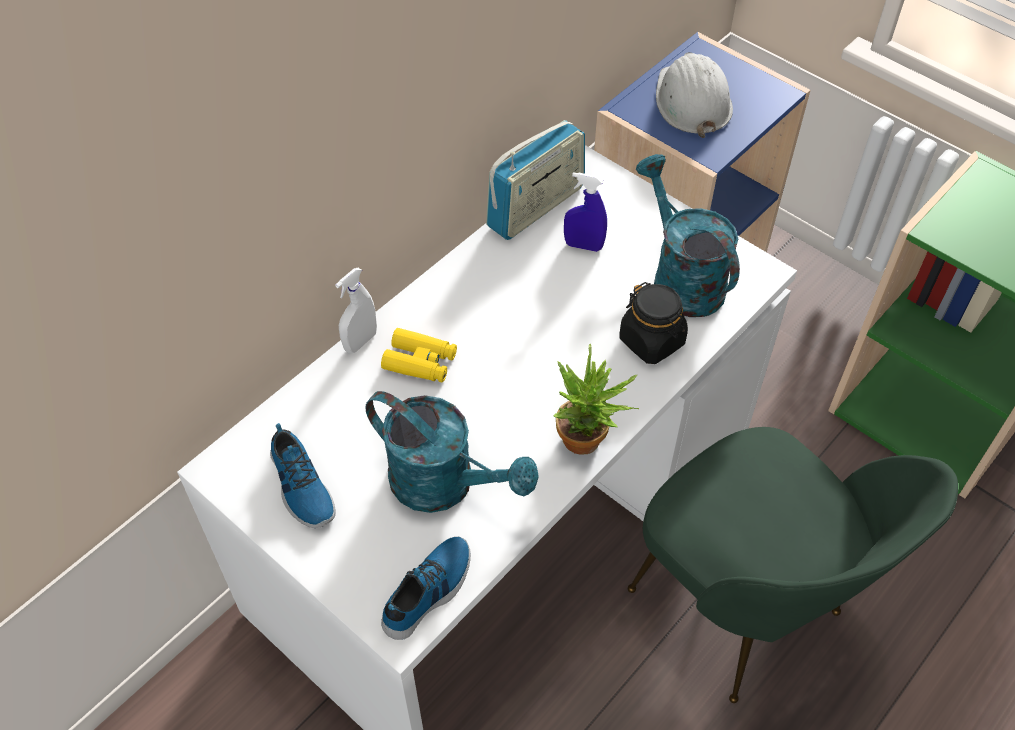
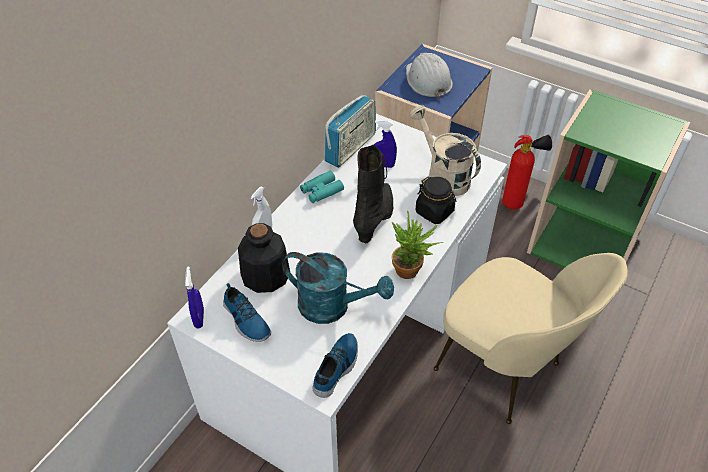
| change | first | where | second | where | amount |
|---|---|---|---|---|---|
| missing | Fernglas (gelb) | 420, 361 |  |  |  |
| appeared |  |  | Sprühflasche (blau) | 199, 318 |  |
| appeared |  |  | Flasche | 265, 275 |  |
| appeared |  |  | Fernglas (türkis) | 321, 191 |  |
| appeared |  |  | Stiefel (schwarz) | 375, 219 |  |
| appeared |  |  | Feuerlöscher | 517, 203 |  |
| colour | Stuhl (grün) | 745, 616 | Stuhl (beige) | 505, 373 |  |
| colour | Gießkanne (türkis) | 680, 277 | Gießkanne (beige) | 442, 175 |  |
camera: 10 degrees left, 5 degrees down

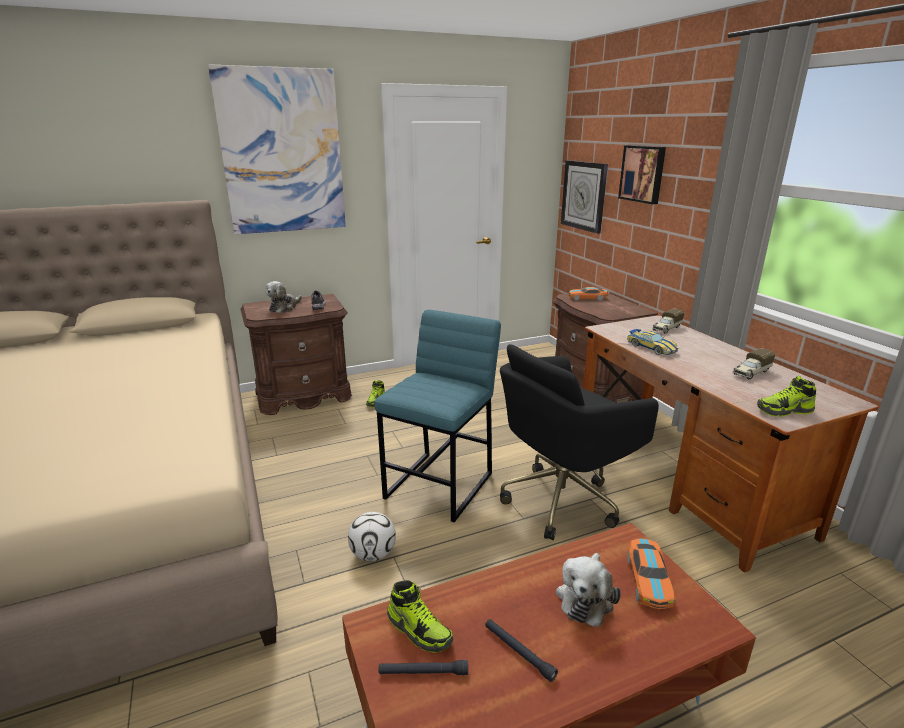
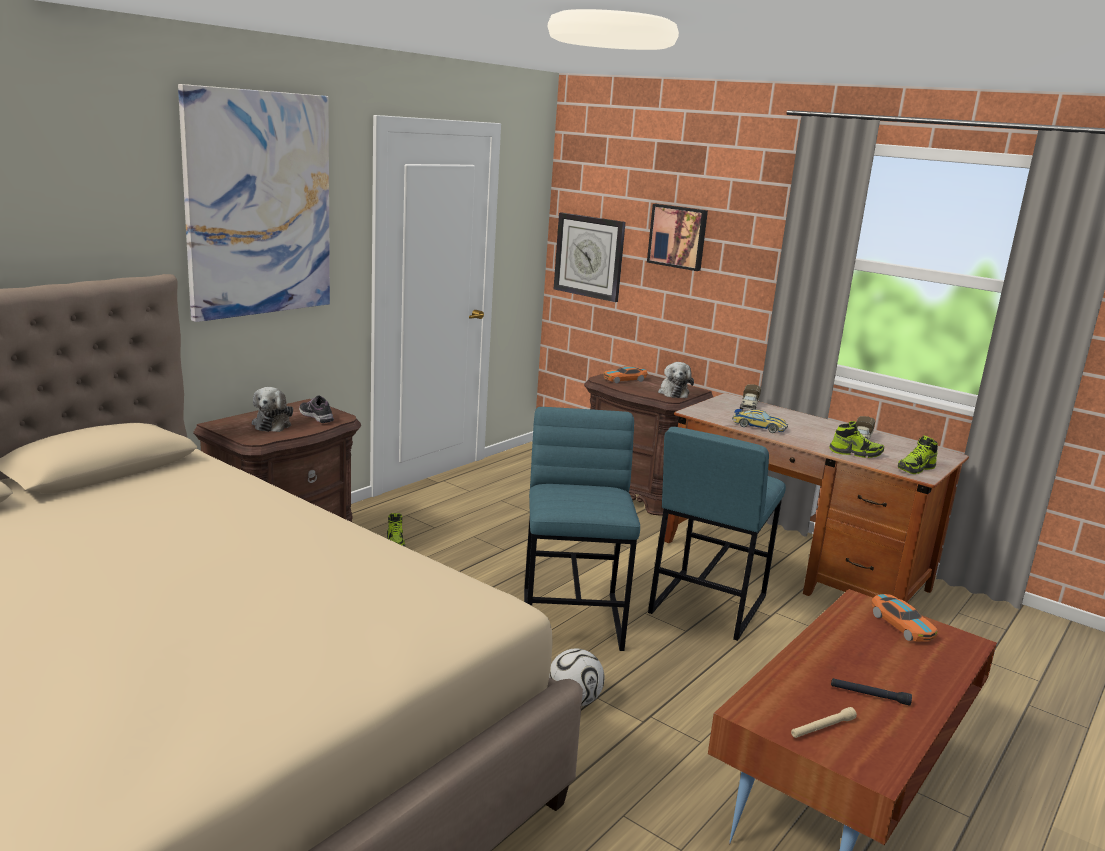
| change | first | where | second | where | amount |
|---|---|---|---|---|---|
| relocated | Schuh | 419, 630 |  | 855, 453 |  |
| relocated | Plüschtier | 585, 597 |  | 673, 392 |  |
| exchanged | Bürostuhl (schwarz) | 564, 500 | Hocker (blau) | 707, 606 |  |
| colour | Taschenlampe (schwarz) | 423, 672 | Taschenlampe (beige) | 822, 728 |  |
camera: 30 degrees left, 5 degrees down

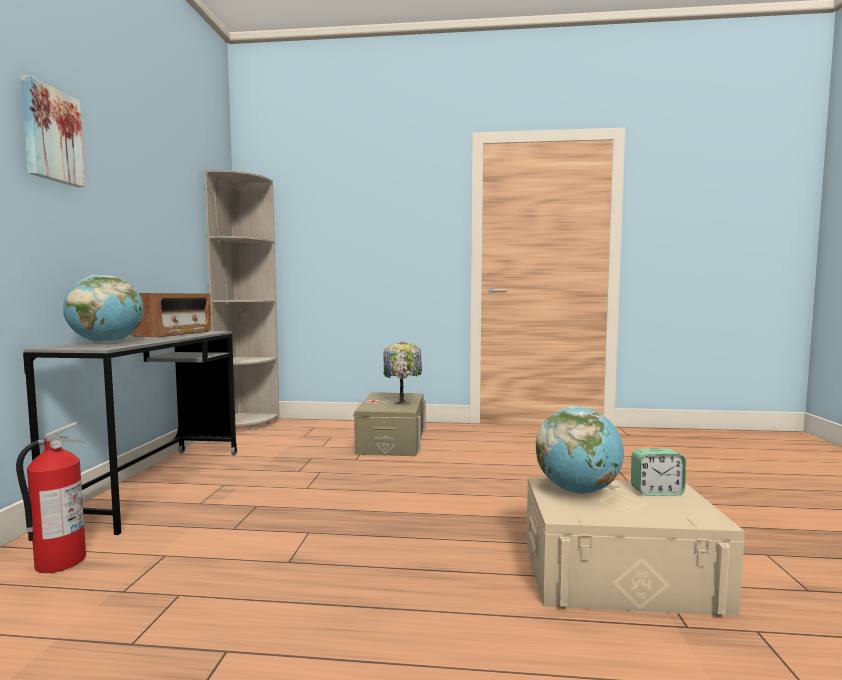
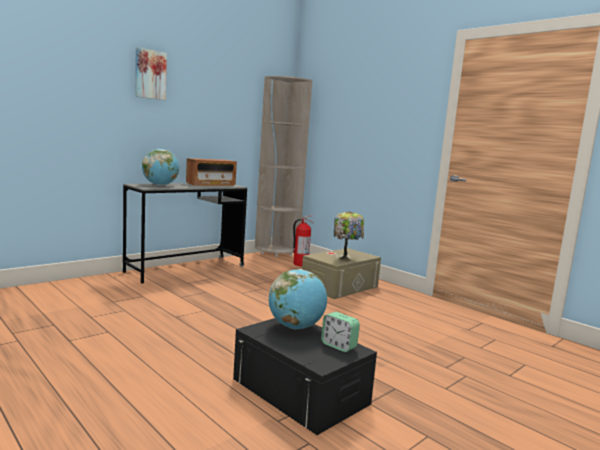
| change | first | where | second | where | amount |
|---|---|---|---|---|---|
| relocated | Feuerlöscher | 59, 562 |  | 300, 264 |  |
| colour | Aufbewahrungsbox (beige) | 619, 575 | Aufbewahrungsbox (schwarz) | 300, 391 |  |
camera: 40 degrees right, 5 degrees up

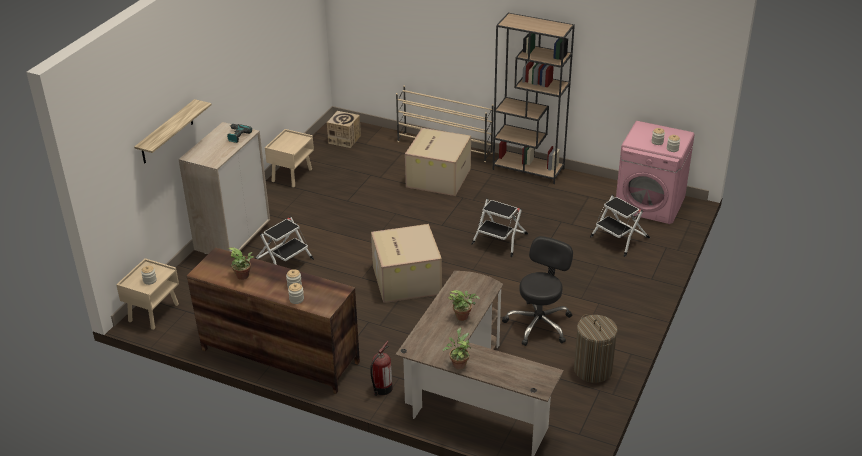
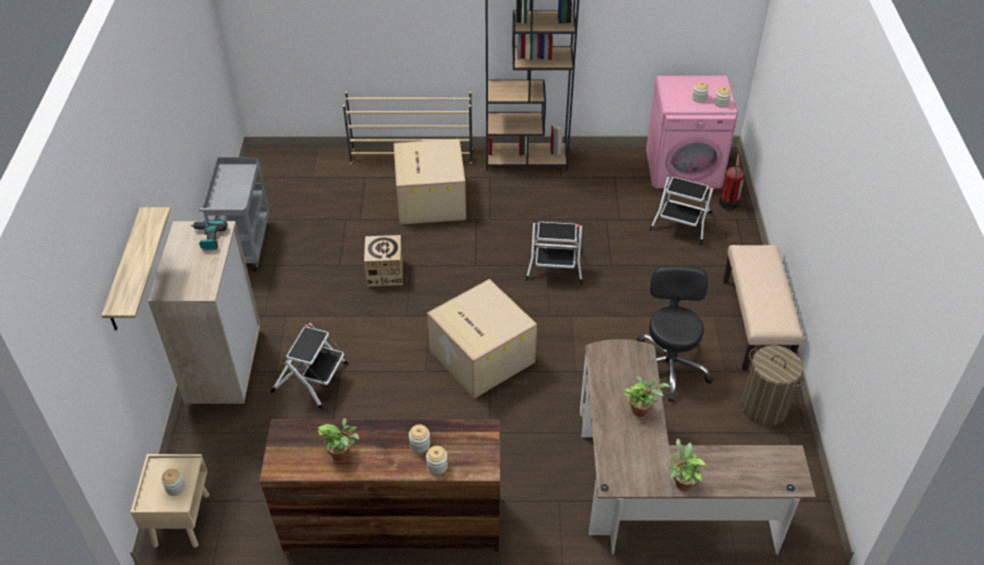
| change | first | where | second | where | amount |
|---|---|---|---|---|---|
| appeared |  |  | Bank (beige) | 756, 324 |  |
| relocated | Karton | 344, 139 |  | 385, 273 |  |
| relocated | Feuerlöscher | 382, 389 |  | 728, 204 |  |
| exchanged | Nachttisch (beige) | 292, 175 | Rollwagen (grau) | 245, 248 |  |
camera: 25 degrees left, 10 degrees up

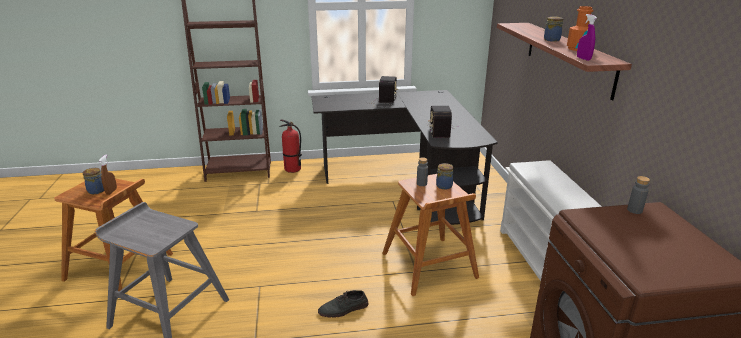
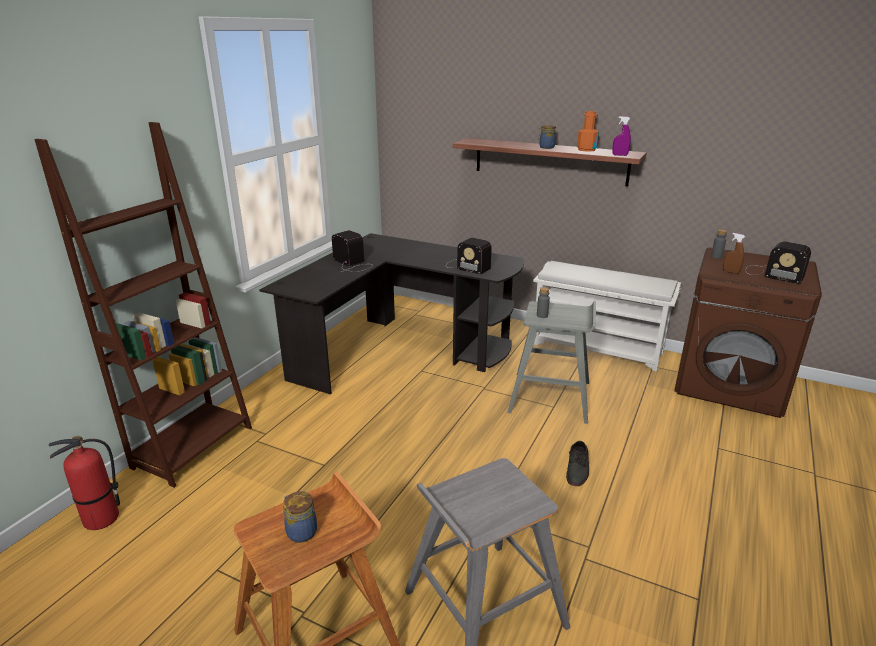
| change | first | where | second | where | amount |
|---|---|---|---|---|---|
| missing | Vorratsglas | 443, 185 |  |  |  |
| appeared |  |  | Radio | 771, 274 |  |
| relocated | Sprühflasche (braun) | 111, 191 |  | 730, 272 |  |
| relocated | Feuerlöscher | 292, 169 |  | 101, 519 |  |
| colour | Hocker (braun) | 429, 266 | Hocker (grau) | 551, 397 |  |
camera: 55 degrees left, 0 degrees up

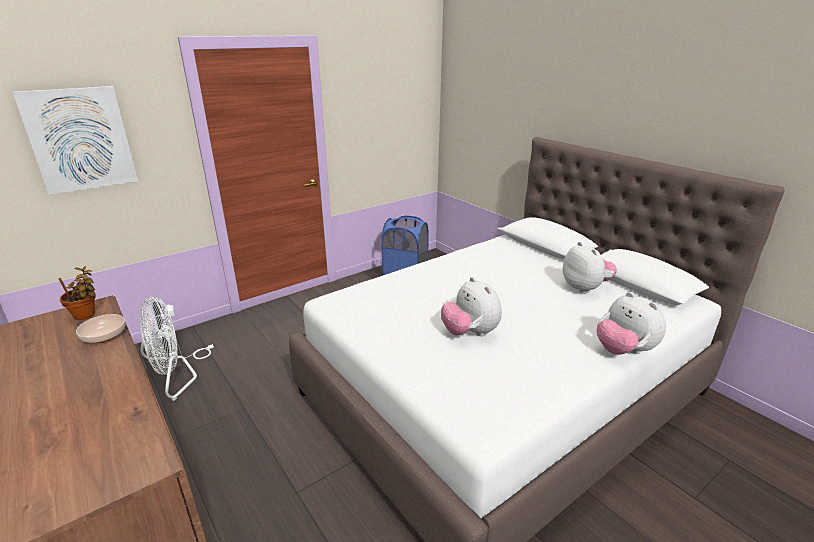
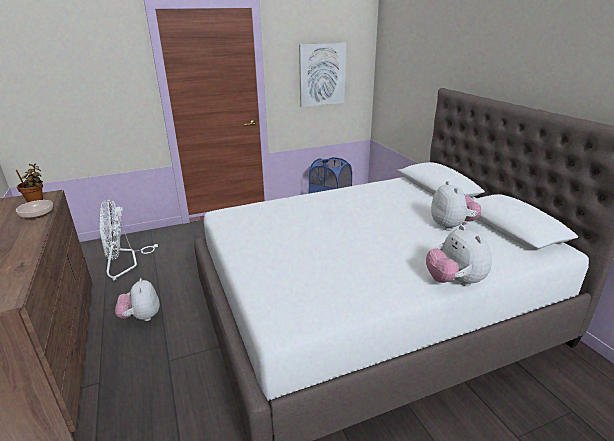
| change | first | where | second | where | amount |
|---|---|---|---|---|---|
| relocated | Bild | 80, 139 |  | 322, 74 |  |
| relocated | Plüschtier | 470, 333 |  | 141, 317 |  |
camera: 15 degrees right, 0 degrees up

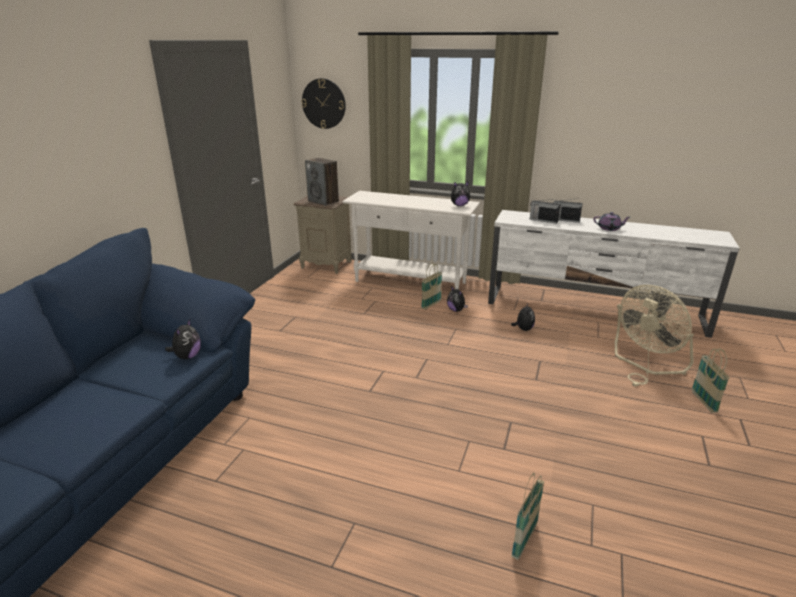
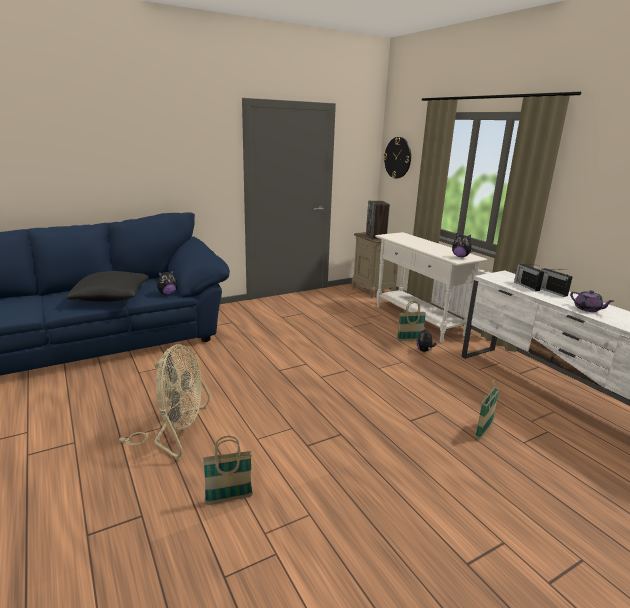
| change | first | where | second | where | amount |
|---|---|---|---|---|---|
| missing | Plüschtier | 523, 329 |  |  |  |
| appeared |  |  | Kissen (schwarz) | 111, 297 |  |
| relocated | Ventilator (beige) | 642, 363 |  | 174, 432 |  |
| relocated | Korb | 703, 402 |  | 484, 430 |  |
camera: 40 degrees right, 5 degrees down

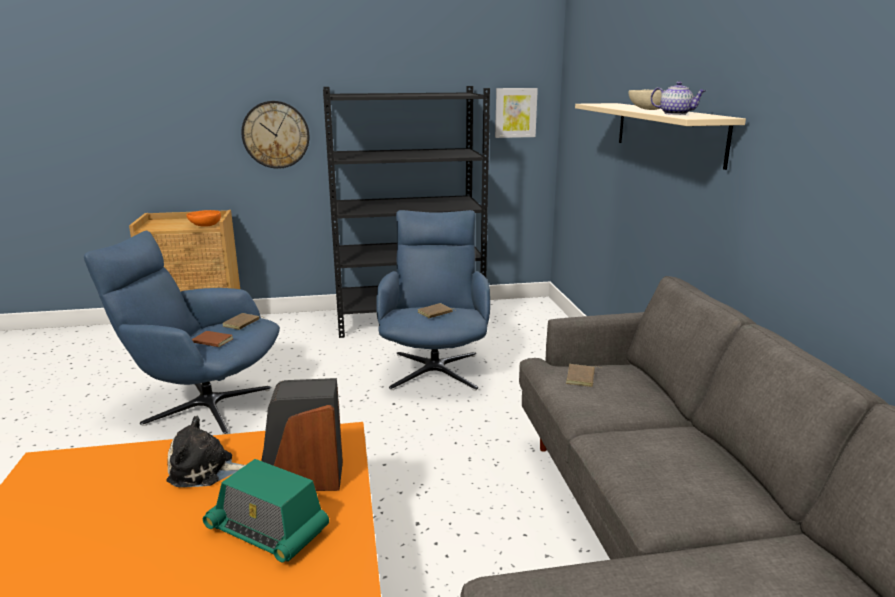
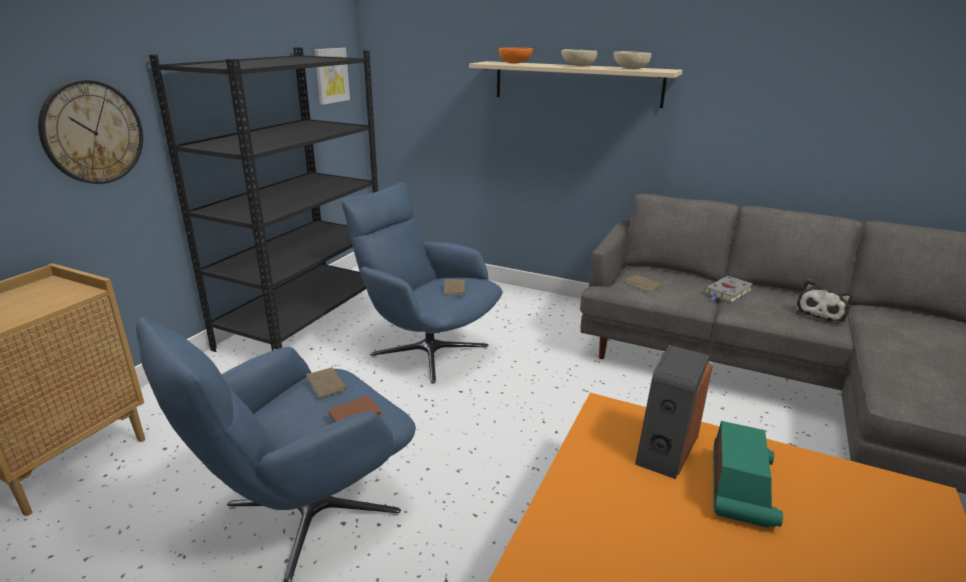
| change | first | where | second | where | amount |
|---|---|---|---|---|---|
| appeared |  |  | Buch (grau) | 727, 292 |  |
| relocated | Plüschtier | 205, 470 |  | 821, 313 |  |
| relocated | Schüssel (orange) | 205, 226 |  | 515, 63 |  |
| exchanged | Teekanne | 676, 114 | Schüssel (beige) | 630, 69 |  |
| spun | Radio | 268, 530 |  | 740, 489 | 45 degrees counterclockwise |
camera: 55 degrees left, 5 degrees up

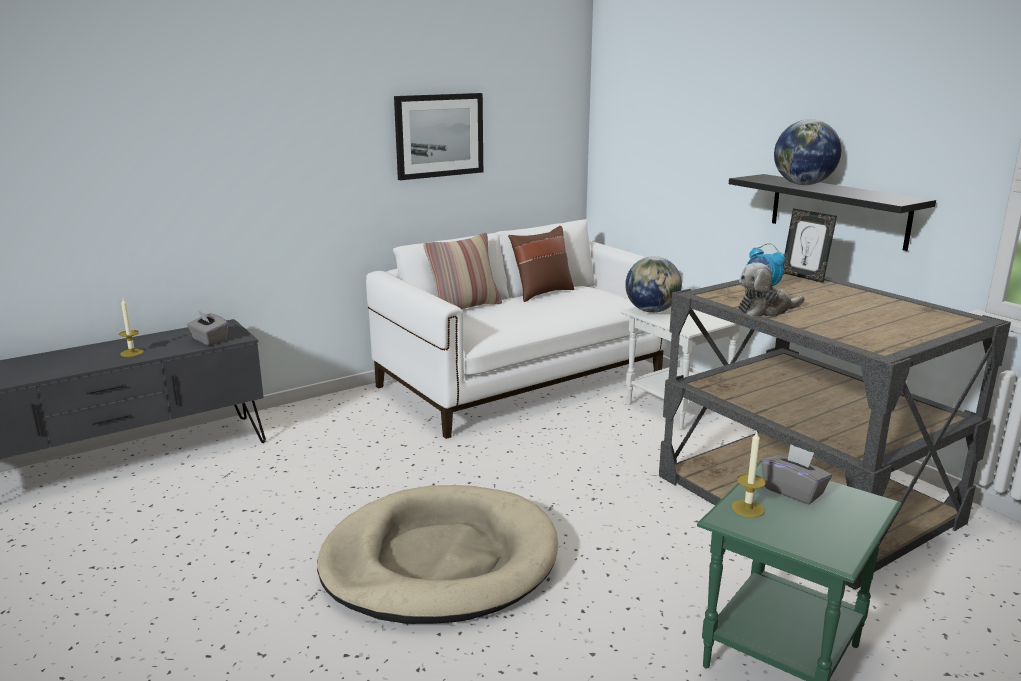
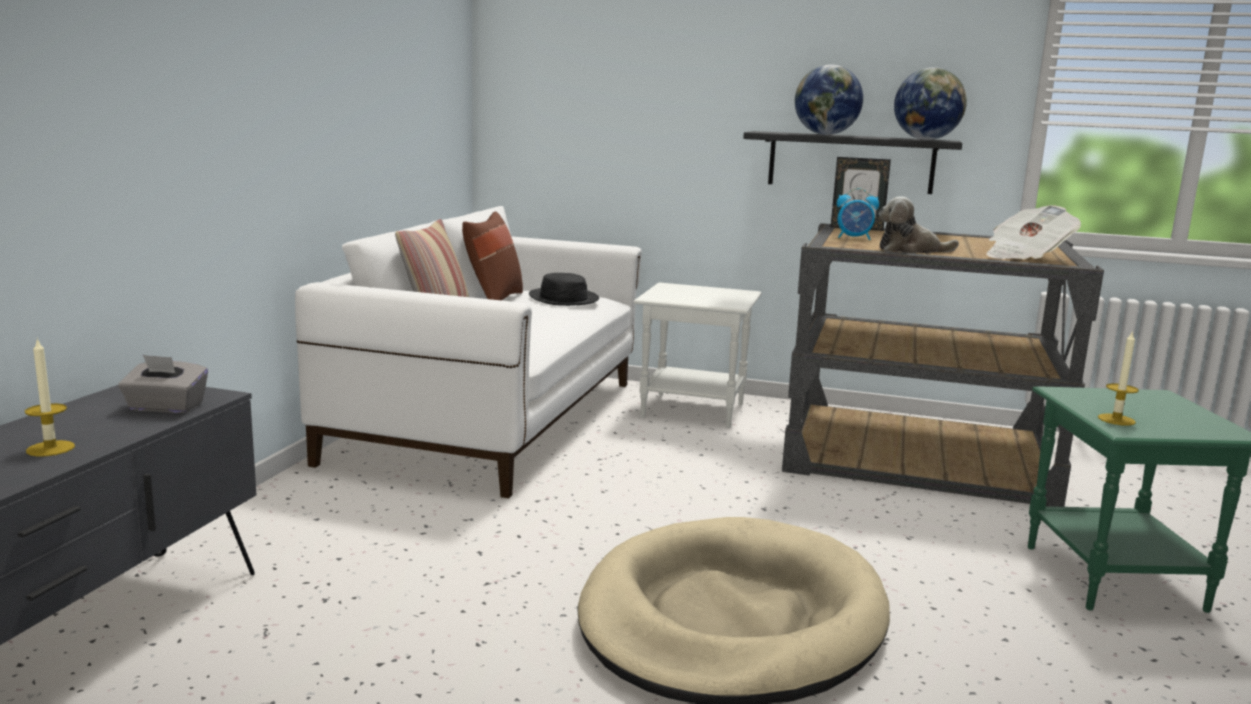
| change | first | where | second | where | amount |
|---|---|---|---|---|---|
| missing | Bild | 439, 135 |  |  |  |
| missing | Taschentuchbox (grau) | 793, 491 |  |  |  |
| appeared |  |  | Hut (schwarz) | 563, 298 |  |
| appeared |  |  | Zeitung | 1025, 257 |  |
| relocated | Globus | 652, 311 |  | 926, 139 |  |
| spun | Plüschtier | 766, 310 |  | 910, 250 | 60 degrees clockwise |
camera: 40 degrees left, 5 degrees down

